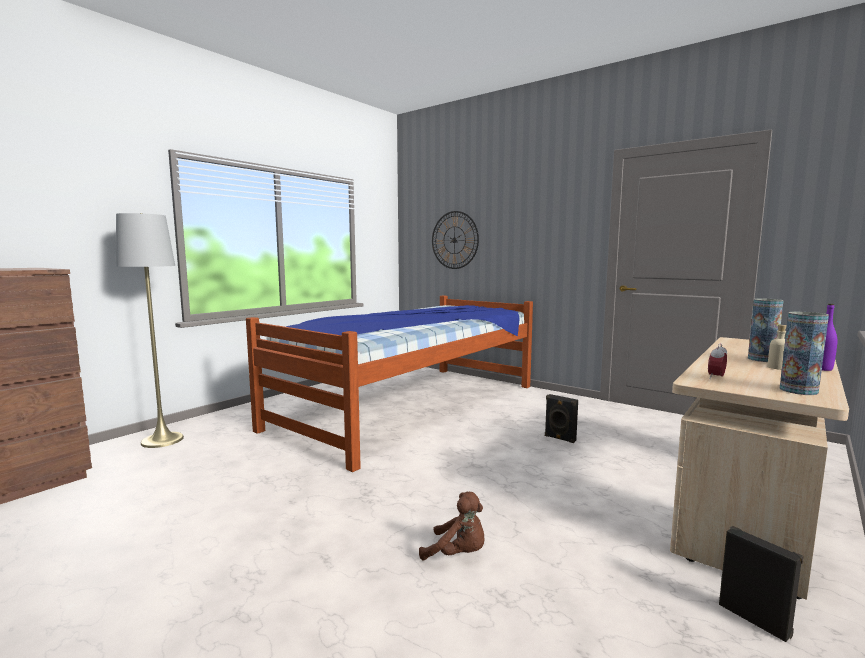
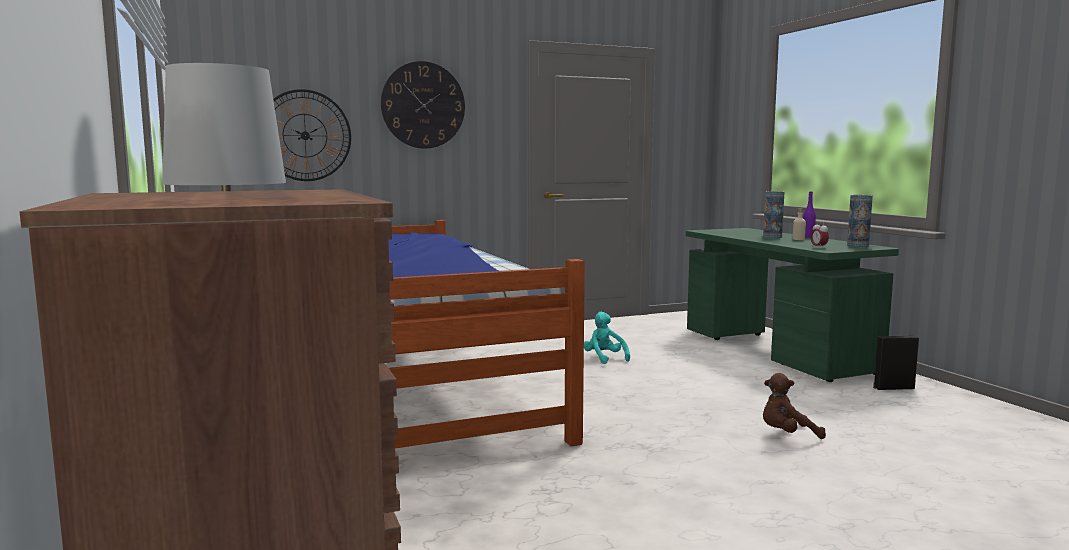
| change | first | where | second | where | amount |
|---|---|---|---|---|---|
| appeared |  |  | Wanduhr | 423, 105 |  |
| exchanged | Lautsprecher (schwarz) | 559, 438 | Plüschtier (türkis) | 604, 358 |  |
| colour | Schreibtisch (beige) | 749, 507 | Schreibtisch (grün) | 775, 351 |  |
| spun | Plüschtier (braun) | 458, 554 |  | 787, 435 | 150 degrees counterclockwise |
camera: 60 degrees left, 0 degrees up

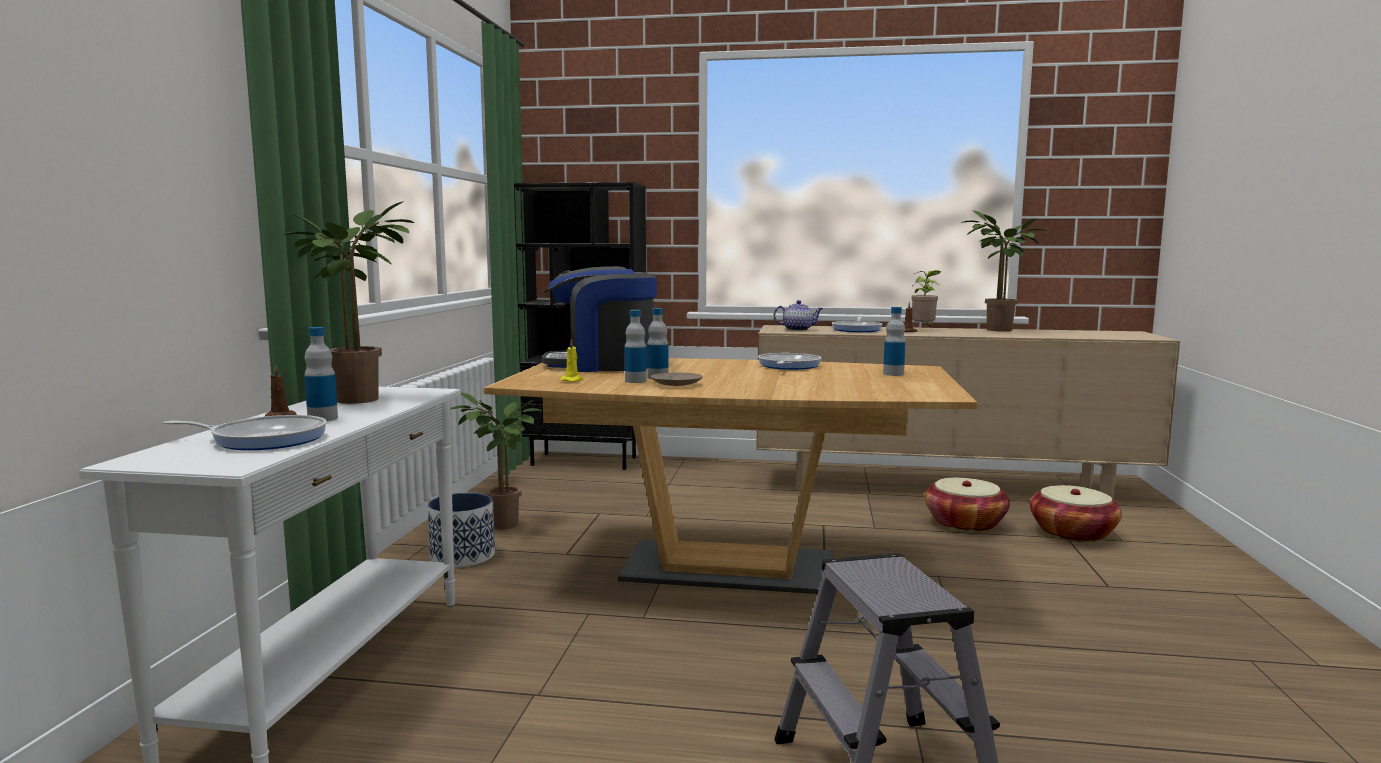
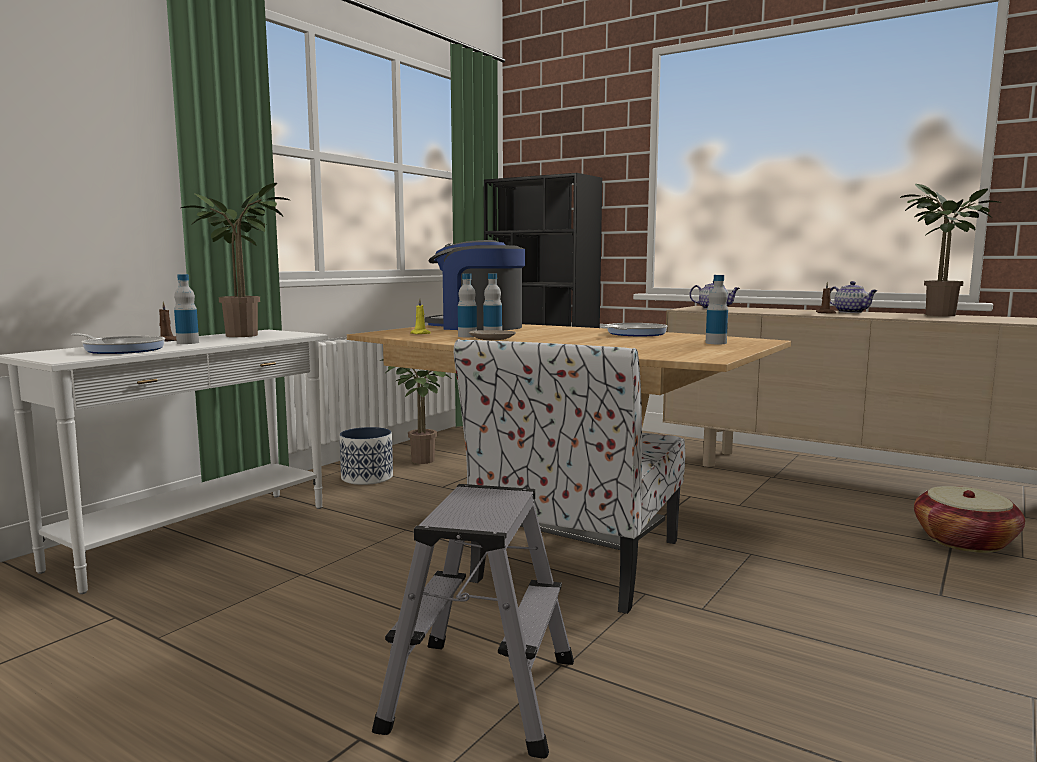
| change | first | where | second | where | amount |
|---|---|---|---|---|---|
| missing | Pfanne | 857, 329 |  |  |  |
| missing | Korb | 965, 524 |  |  |  |
| appeared |  |  | Stuhl | 577, 562 |  |
| exchanged | Topfpflanze | 924, 329 | Teekanne | 851, 312 |  |
camera: 25 degrees right, 0 degrees up

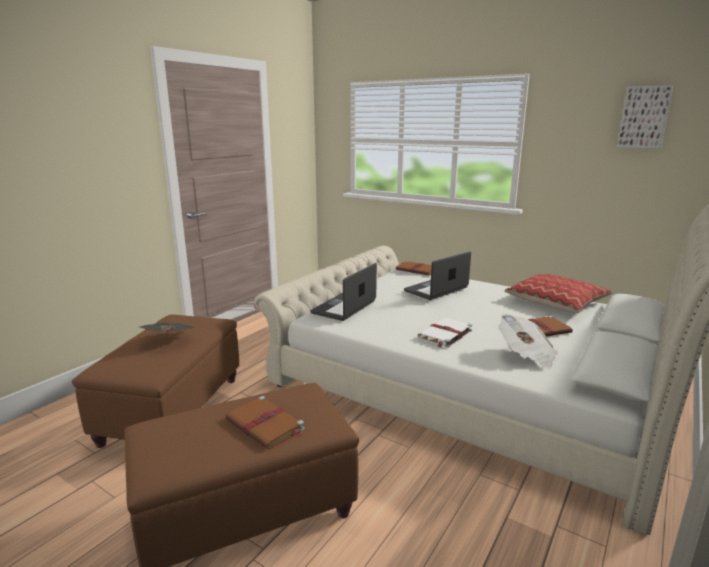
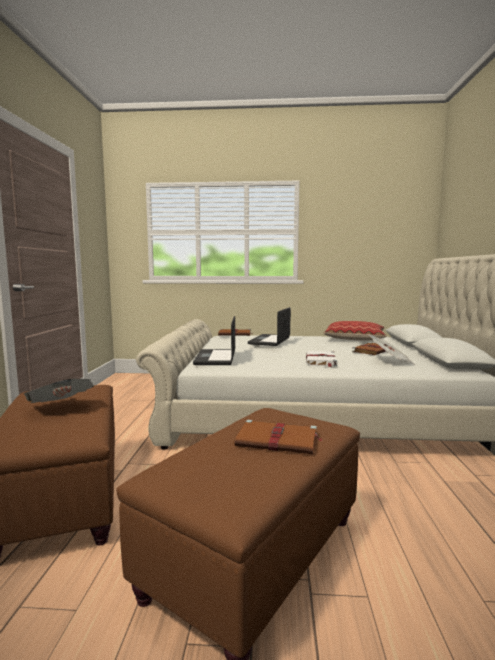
| change | first | where | second | where | amount |
|---|---|---|---|---|---|
| missing | Bild | 644, 117 |  |  |  |
camera: 30 degrees left, 10 degrees down

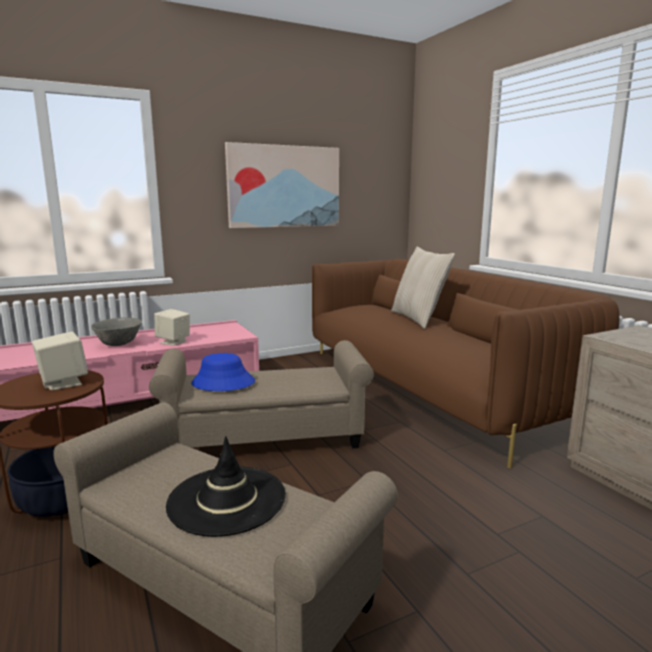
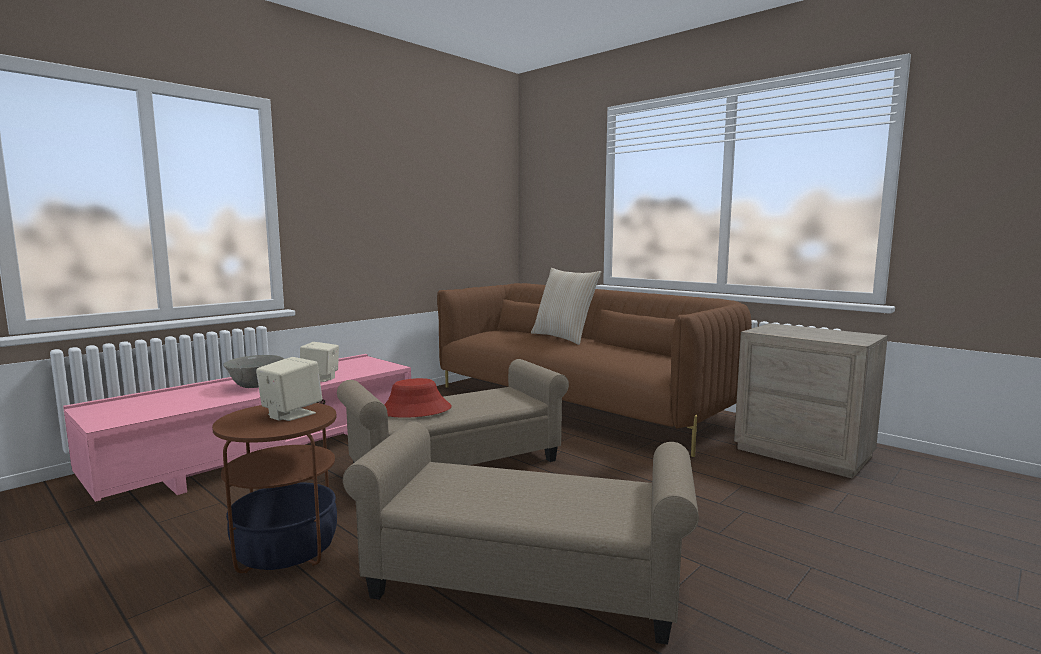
| change | first | where | second | where | amount |
|---|---|---|---|---|---|
| missing | Hut (schwarz) | 227, 500 |  |  |  |
| missing | Bild | 284, 186 |  |  |  |
| colour | Hut (blau) | 223, 383 | Hut (rot) | 415, 410 |  |
camera: 20 degrees left, 5 degrees down

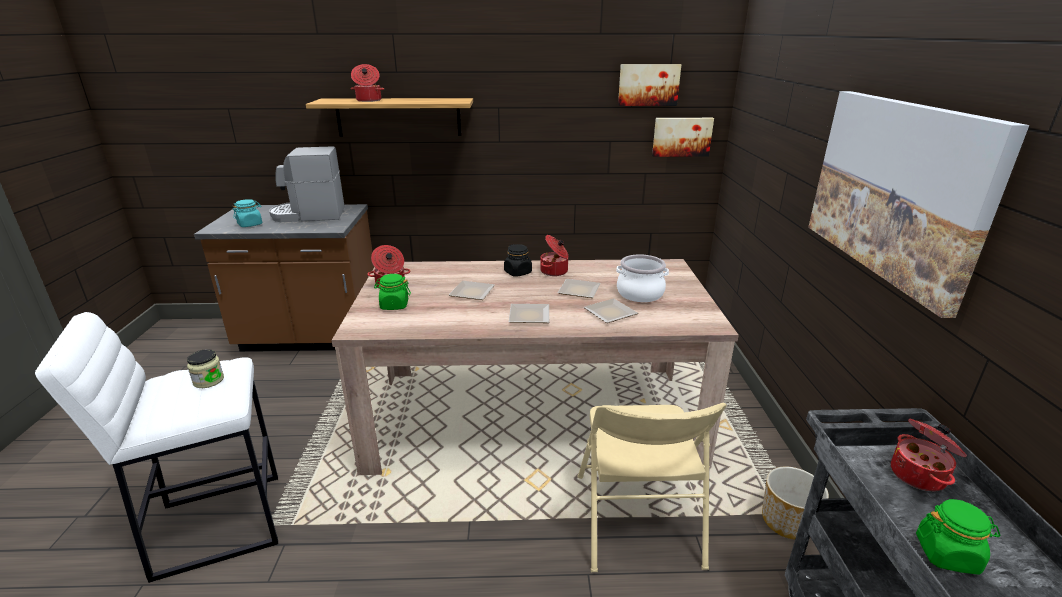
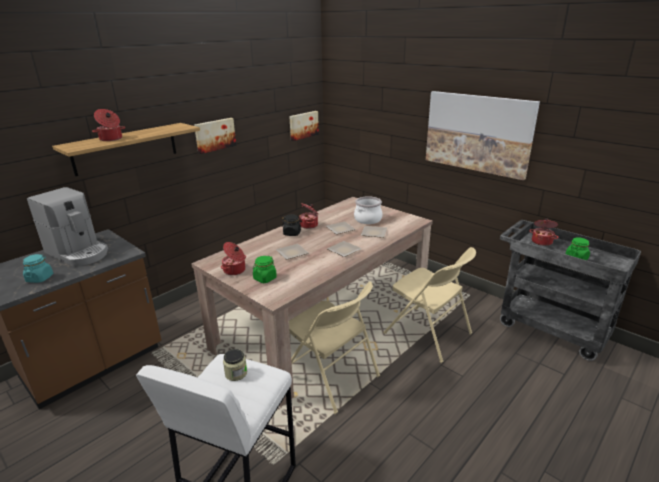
| change | first | where | second | where | amount |
|---|---|---|---|---|---|
| missing | Pflanzkübel | 788, 521 |  |  |  |
| appeared |  |  | Stuhl (beige) | 330, 376 |  |
| relocated | Bild | 648, 85 |  | 214, 135 |  |
| spun | Kaffeemaschine | 309, 215 |  | 78, 252 | 90 degrees counterclockwise |
camera: 45 degrees left, 0 degrees up

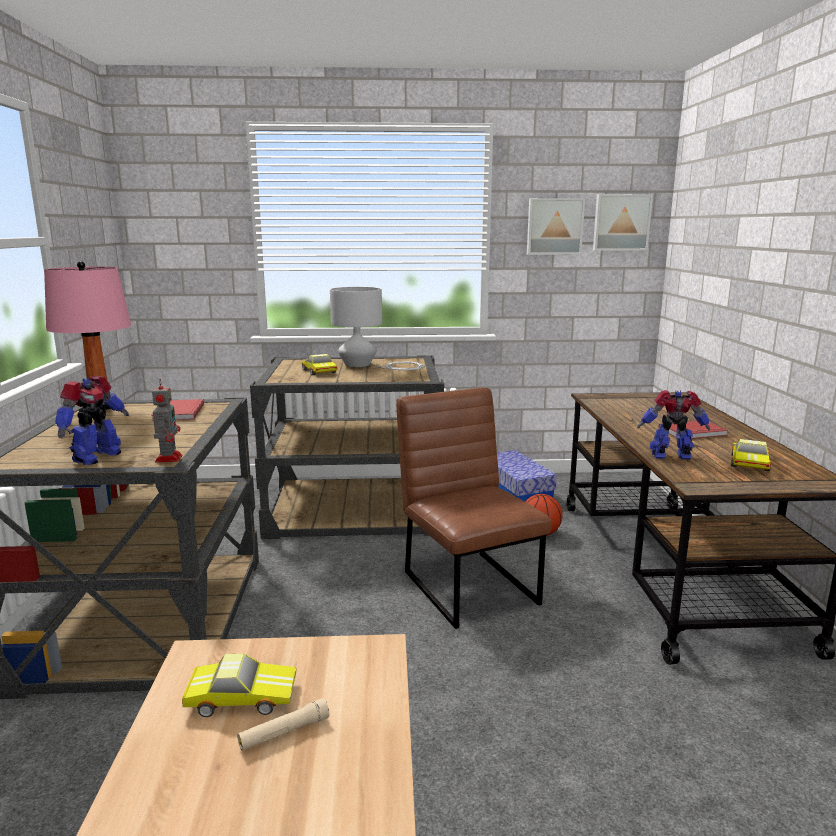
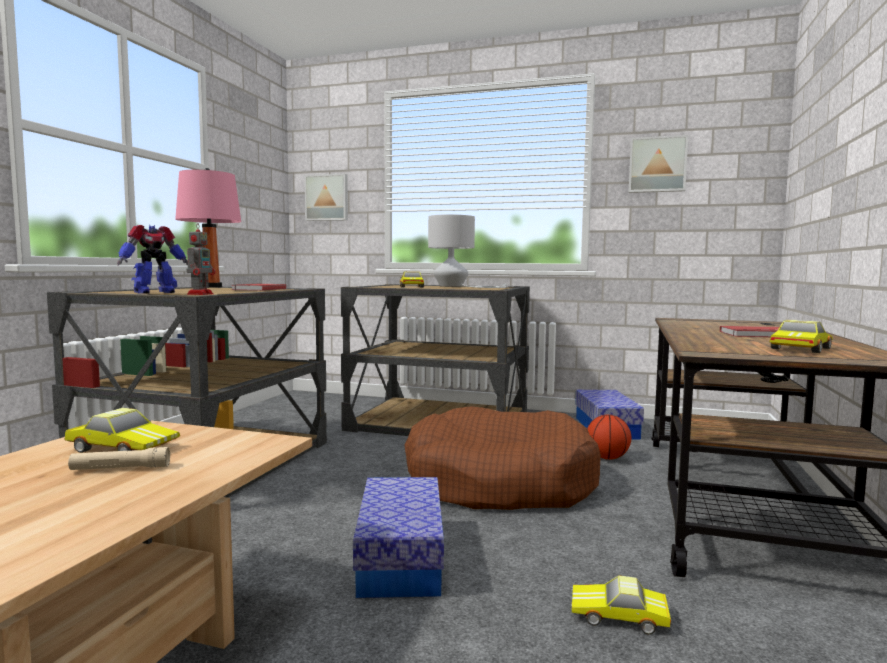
| change | first | where | second | where | amount |
|---|---|---|---|---|---|
| missing | Spielzeugroboter | 671, 457 |  |  |  |
| appeared |  |  | Aufbewahrungsbox | 400, 557 |  |
| appeared |  |  | Spielzeugauto | 619, 617 |  |
| relocated | Bild | 621, 222 |  | 327, 198 |  |
| exchanged | Stuhl (braun) | 469, 585 | Hundebett (braun) | 499, 482 |  |
camera: 20 degrees right, 10 degrees down

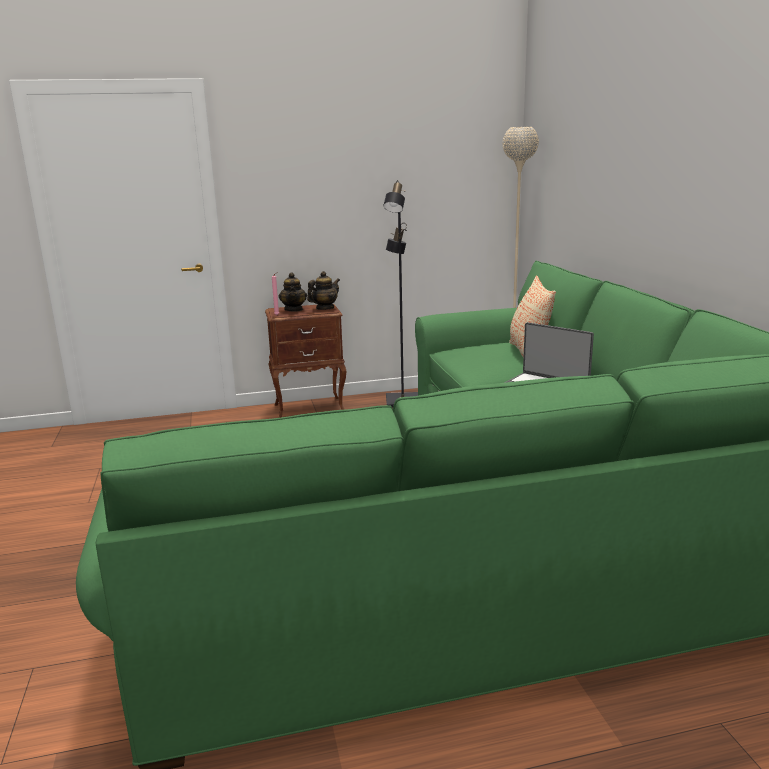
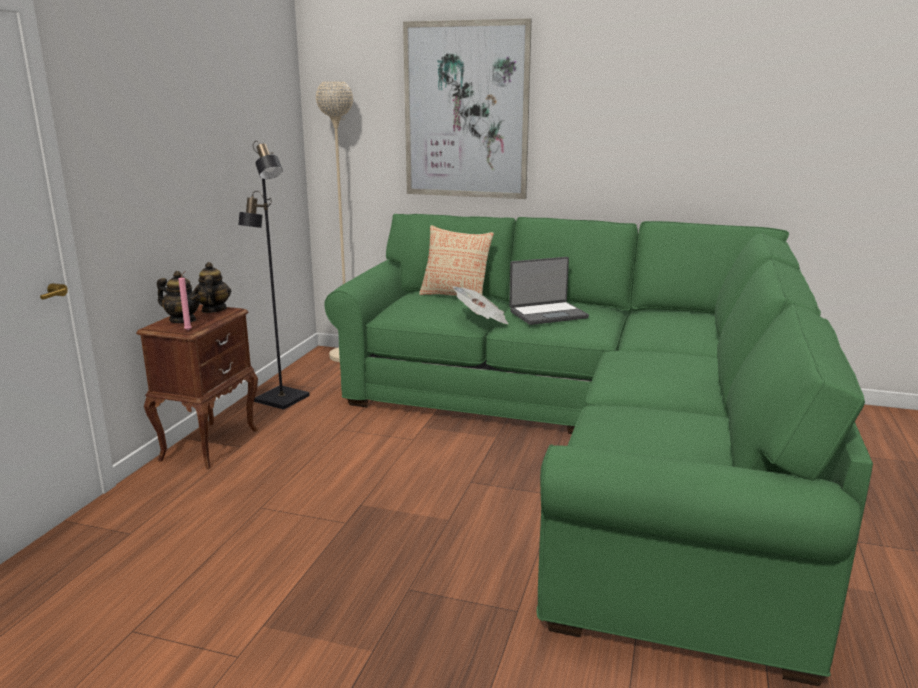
| change | first | where | second | where | amount |
|---|---|---|---|---|---|
| appeared |  |  | Bild | 466, 111 |  |
| appeared |  |  | Zeitung | 481, 320 |  |
camera: 60 degrees left, 0 degrees up

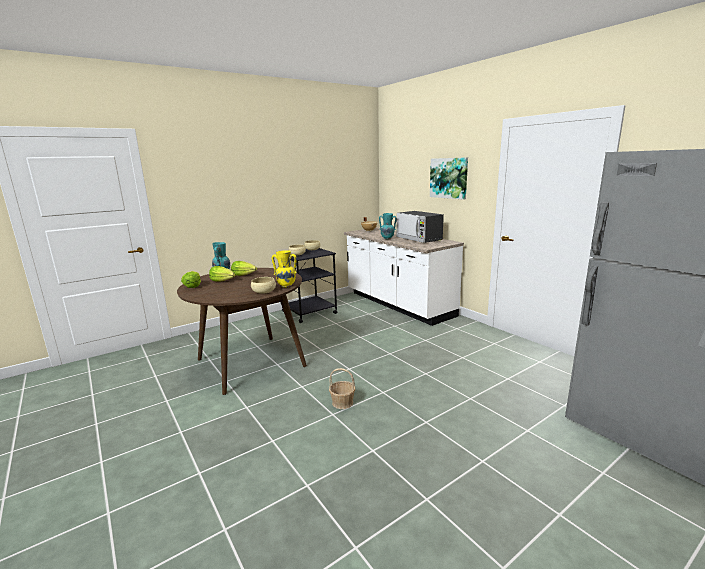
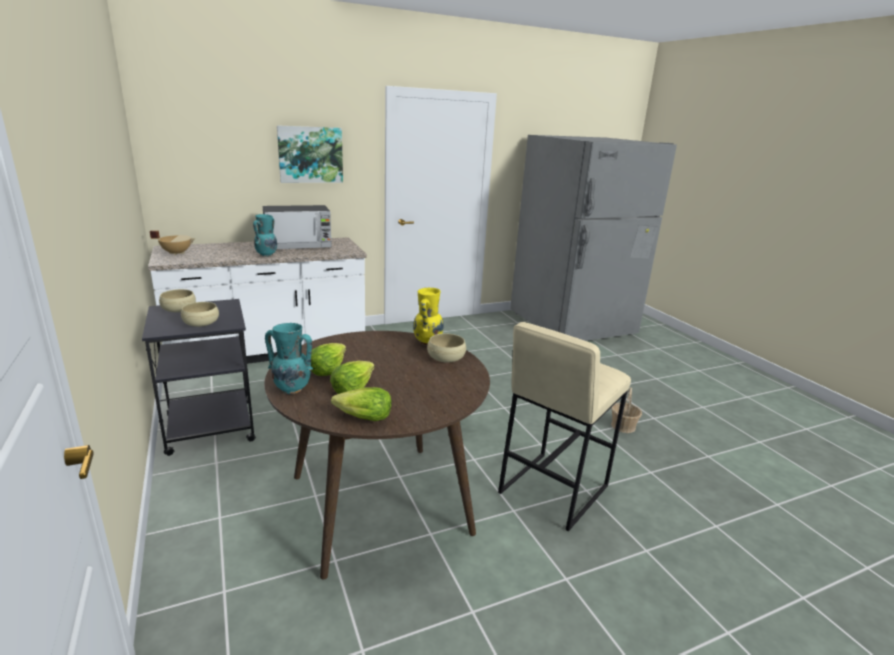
| change | first | where | second | where | amount |
|---|---|---|---|---|---|
| appeared |  |  | Hocker (beige) | 552, 490 |  |
| relocated | Korb | 342, 403 |  | 623, 426 |  |
camera: 80 degrees left, 5 degrees up

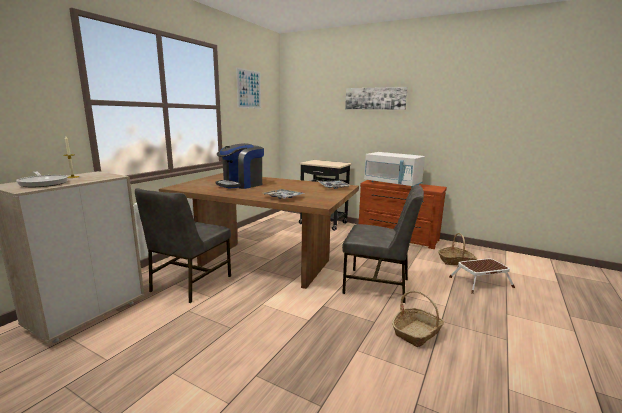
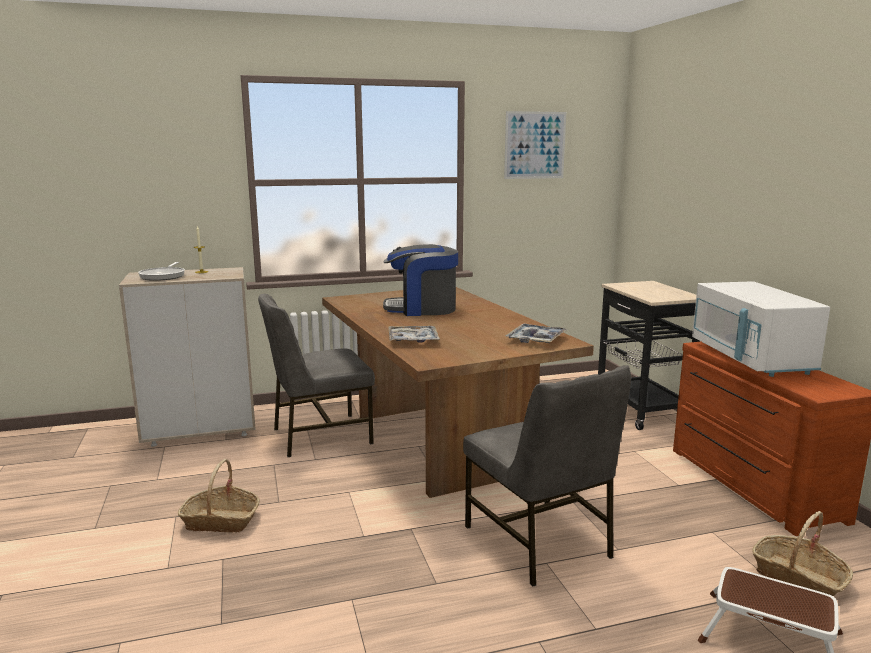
| change | first | where | second | where | amount |
|---|---|---|---|---|---|
| missing | Bild | 375, 98 |  |  |  |
| relocated | Korb | 417, 332 |  | 221, 521 |  |
camera: 45 degrees right, 0 degrees up

